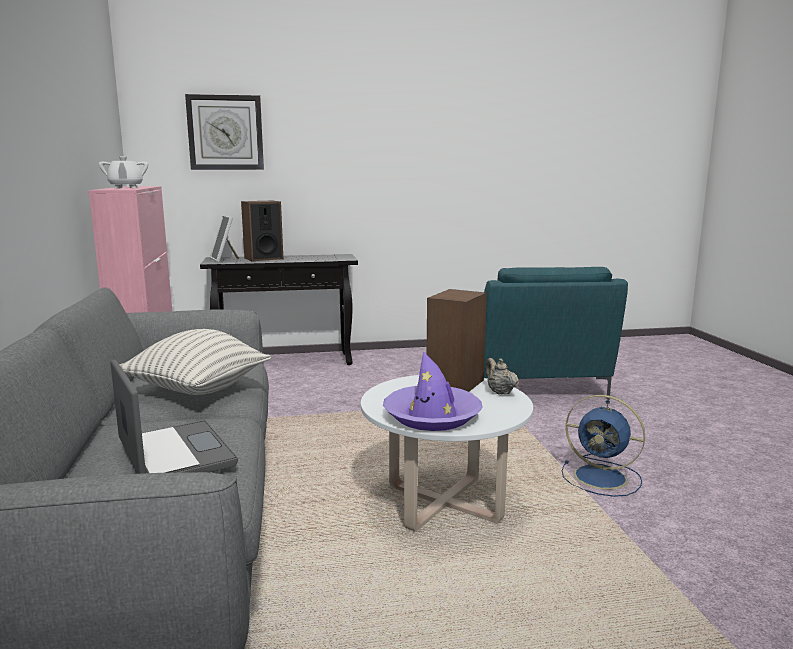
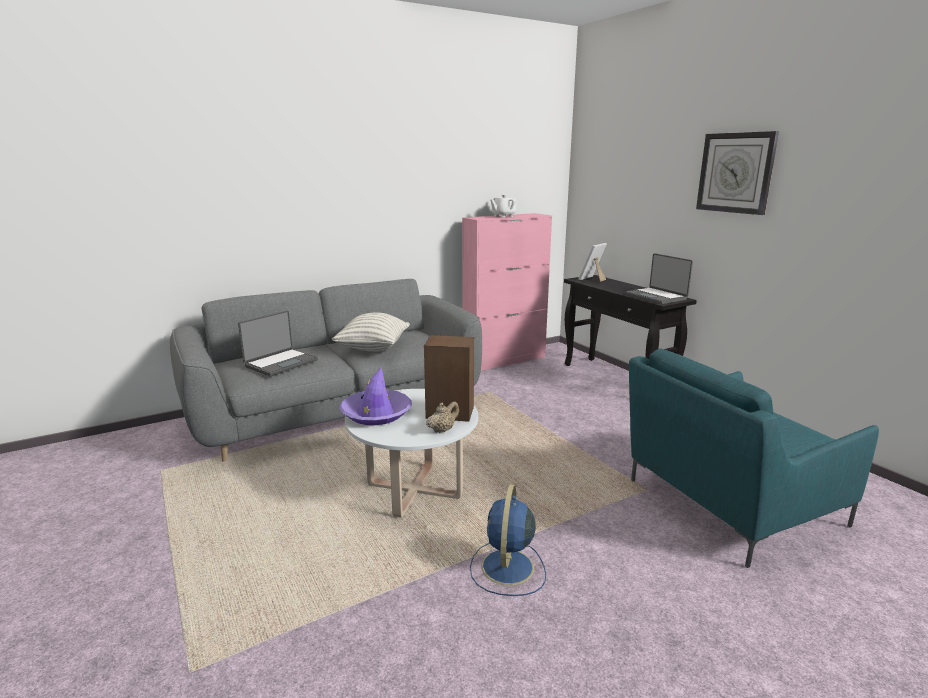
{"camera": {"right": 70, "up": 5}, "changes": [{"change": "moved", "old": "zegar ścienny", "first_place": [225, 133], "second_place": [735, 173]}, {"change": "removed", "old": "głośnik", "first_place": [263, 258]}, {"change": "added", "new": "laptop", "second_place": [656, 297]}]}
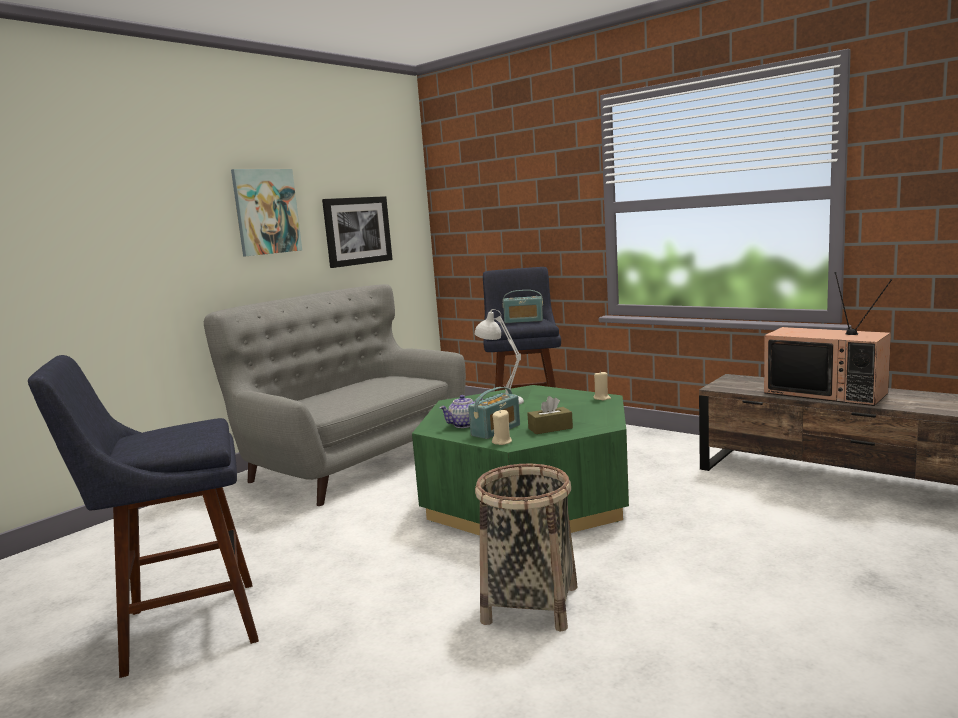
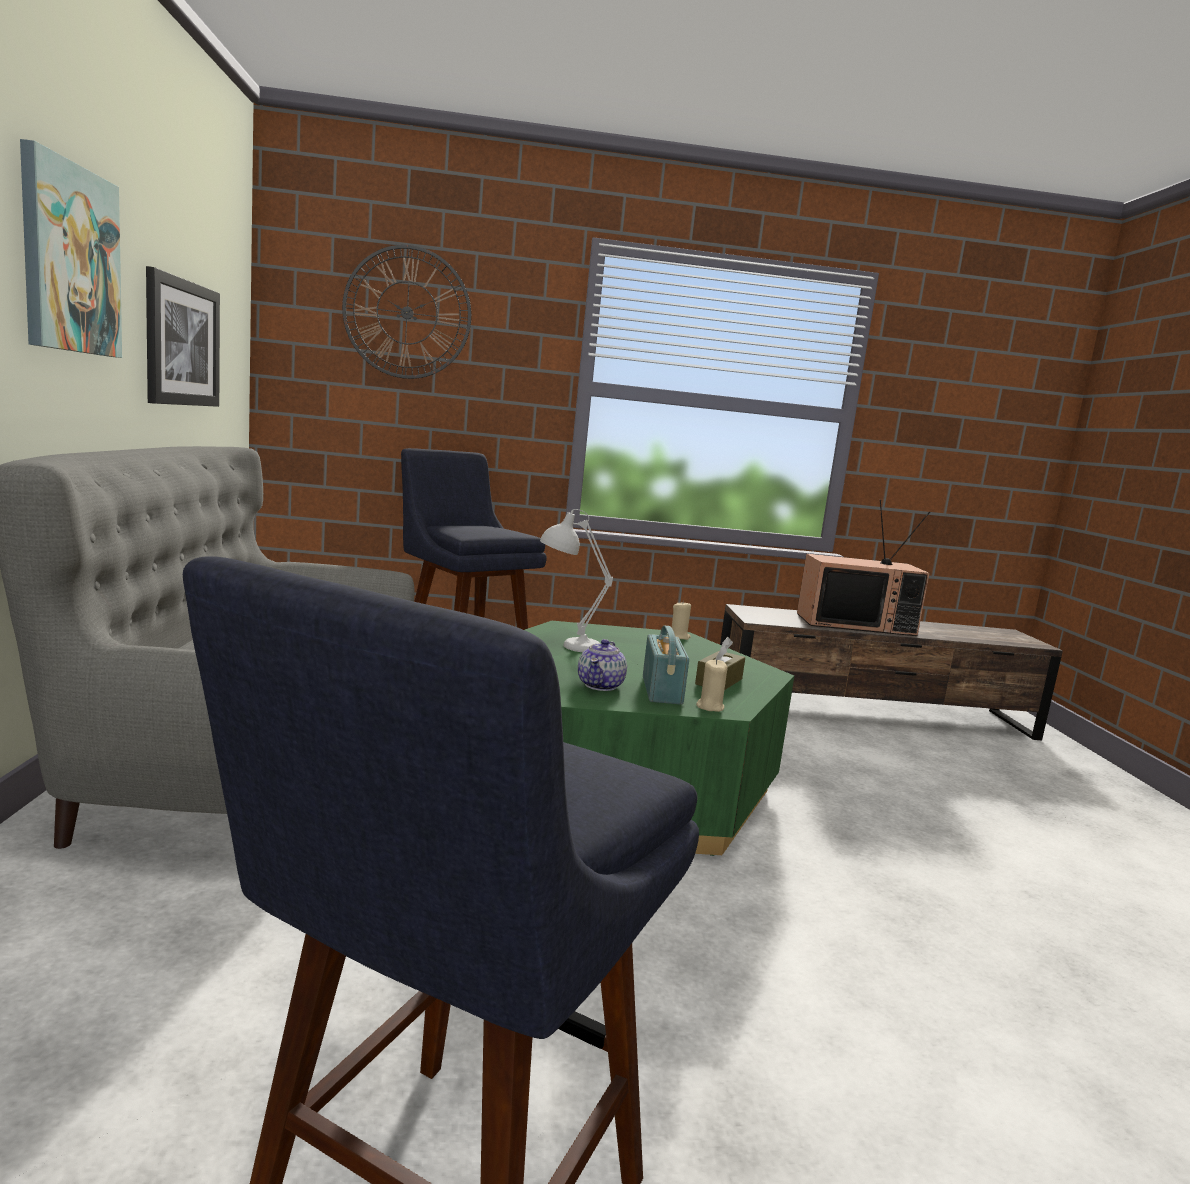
{"camera": {"right": -45, "up": 0}, "changes": [{"change": "removed", "old": "koszyk", "first_place": [530, 604]}, {"change": "removed", "old": "radio", "first_place": [523, 321]}, {"change": "added", "new": "zegar ścienny", "second_place": [407, 313]}]}
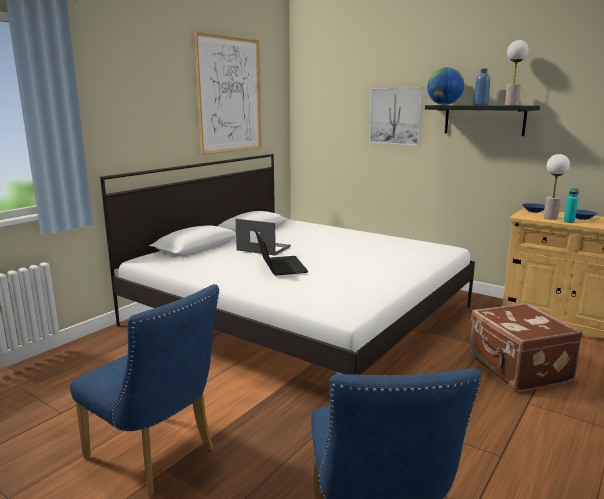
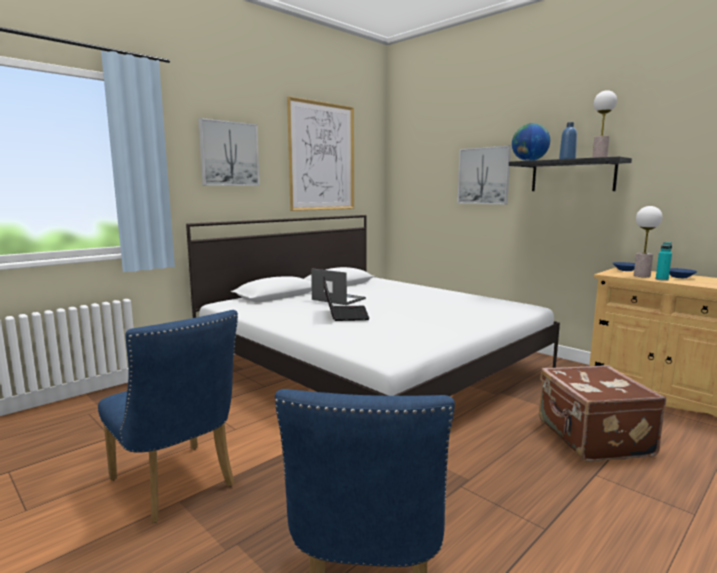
{"camera": {"right": 10, "up": -5}, "changes": [{"change": "added", "new": "obraz", "second_place": [229, 154]}]}
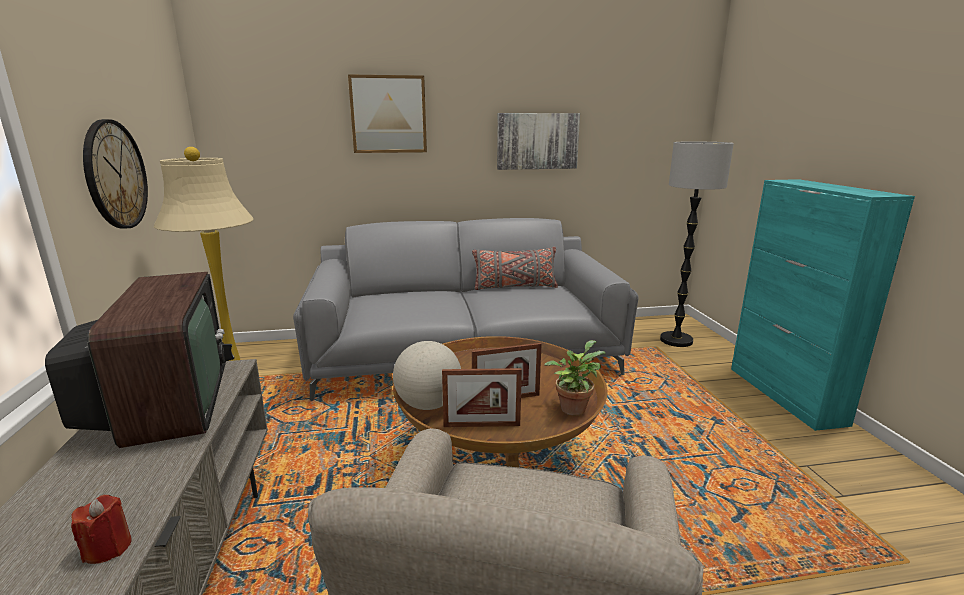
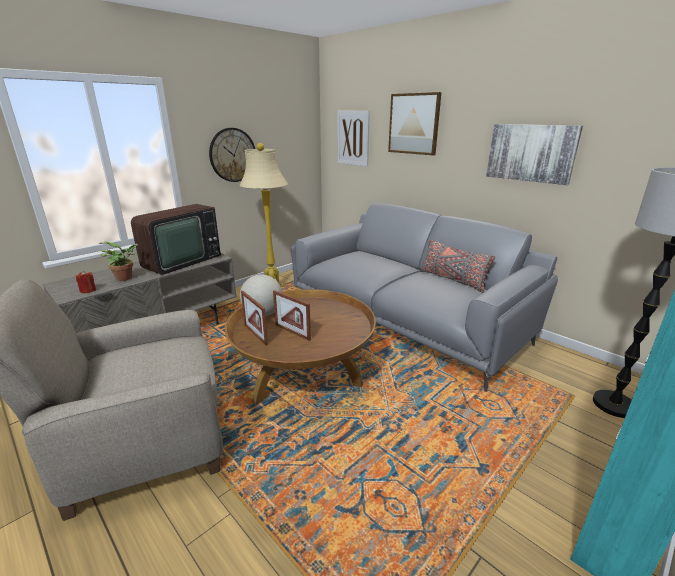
{"camera": {"right": 55, "up": 5}, "changes": [{"change": "moved", "old": "roślina doniczkowa", "first_place": [573, 407], "second_place": [126, 278]}, {"change": "added", "new": "obraz", "second_place": [353, 138]}]}
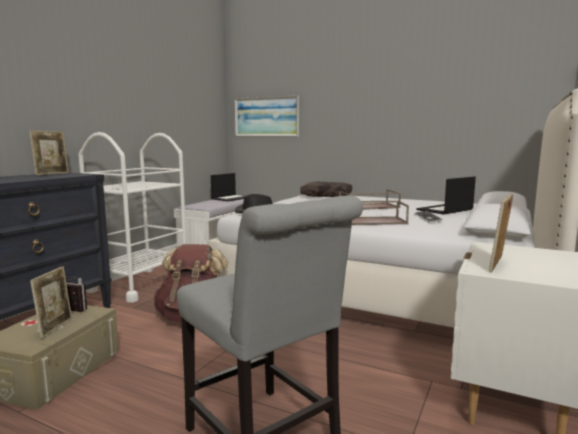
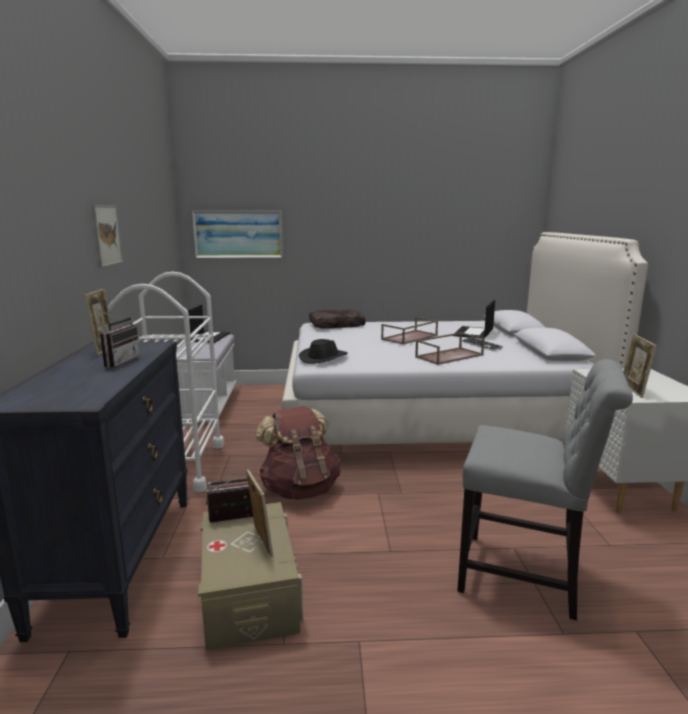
{"camera": {"right": -30, "up": 5}, "changes": [{"change": "added", "new": "obraz", "second_place": [106, 235]}, {"change": "added", "new": "radio", "second_place": [118, 361]}]}
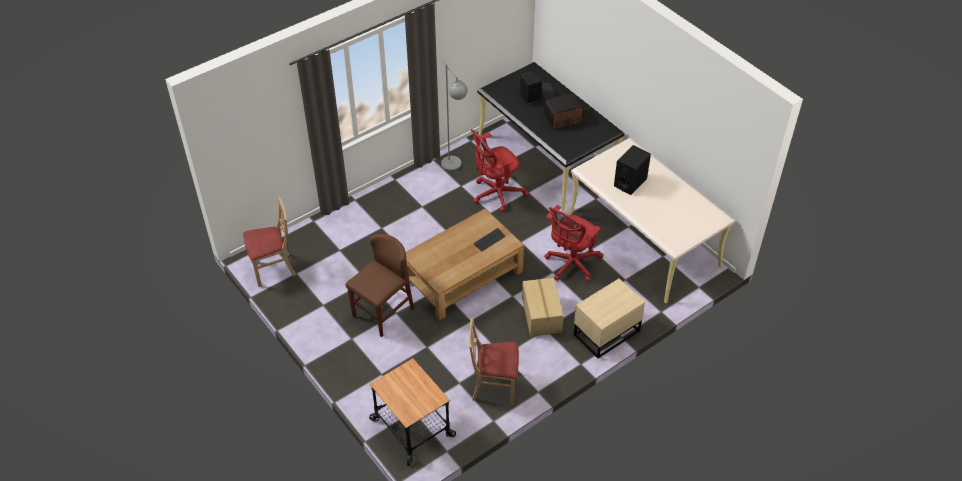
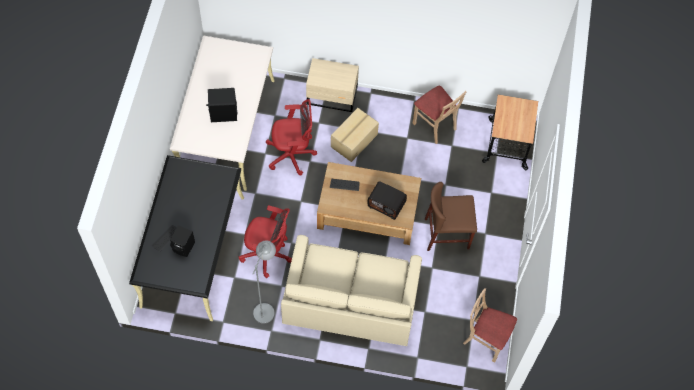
{"camera": {"right": -135, "up": 15}, "changes": [{"change": "moved", "old": "radio", "first_place": [563, 119], "second_place": [387, 204]}, {"change": "added", "new": "kanapa/beżowy", "second_place": [350, 300]}]}
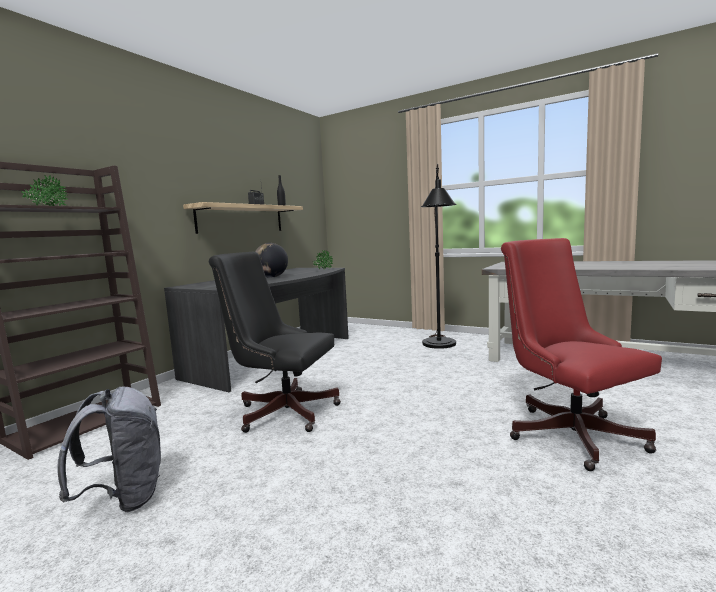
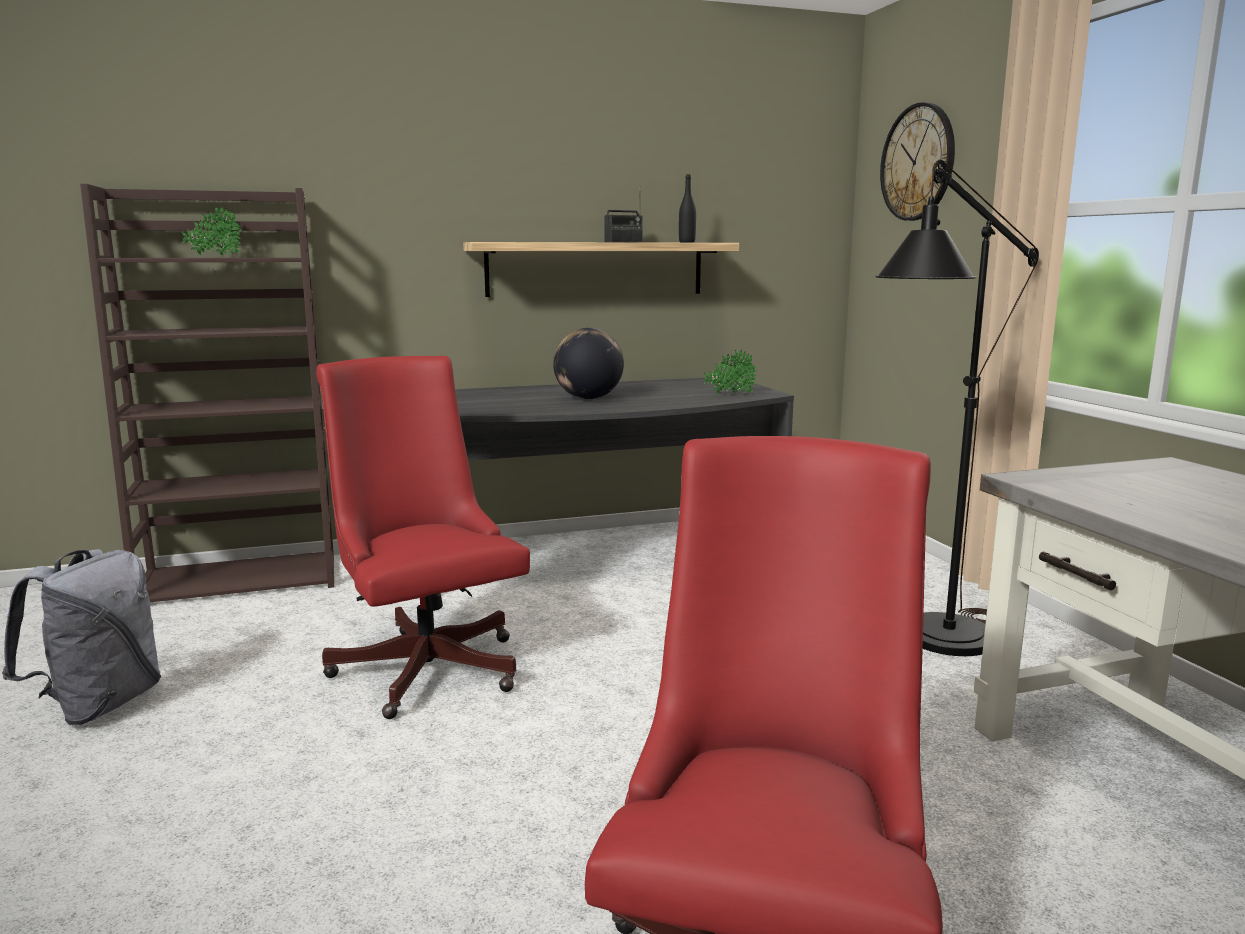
{"camera": {"right": 40, "up": 5}, "changes": [{"change": "recoloured", "old": "krzesło biurowe/czarny", "new": "krzesło biurowe/czerwony", "first_place": [282, 411], "second_place": [426, 664]}, {"change": "added", "new": "zegar ścienny", "second_place": [918, 162]}]}
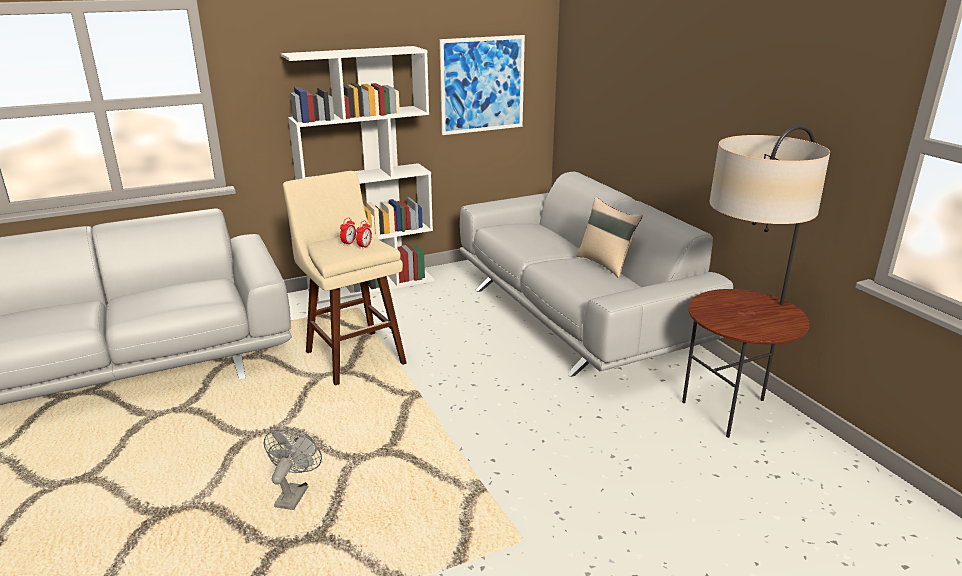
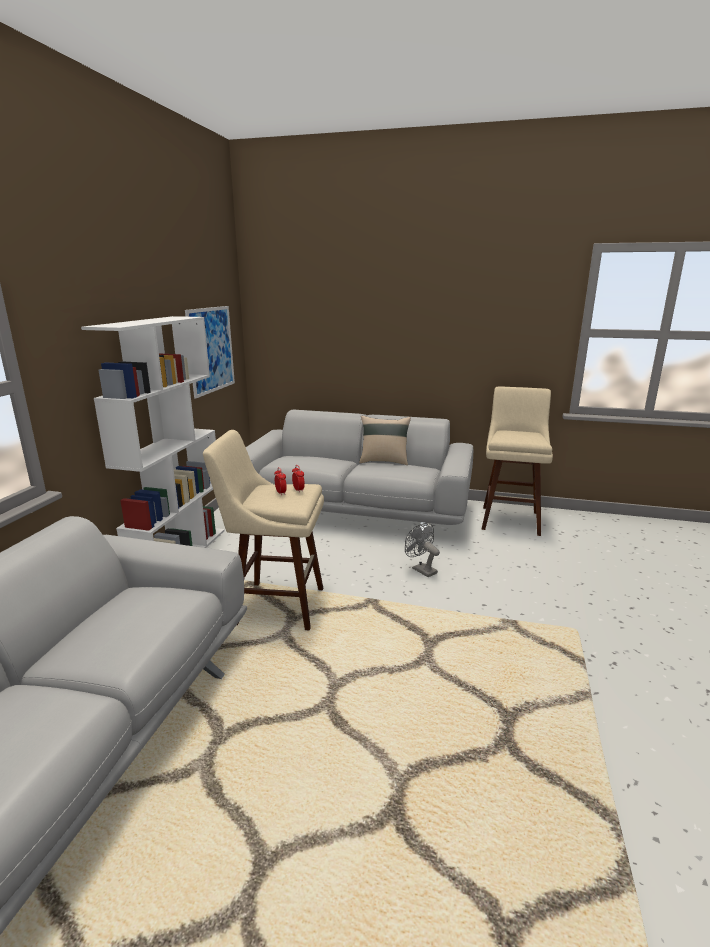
{"camera": {"right": -50, "up": -5}, "changes": [{"change": "moved", "old": "wentylator/szary", "first_place": [294, 493], "second_place": [421, 569]}, {"change": "replaced", "old": "lampa stojąca", "new": "stołek/beżowy", "first_place": [730, 410], "second_place": [510, 519]}]}
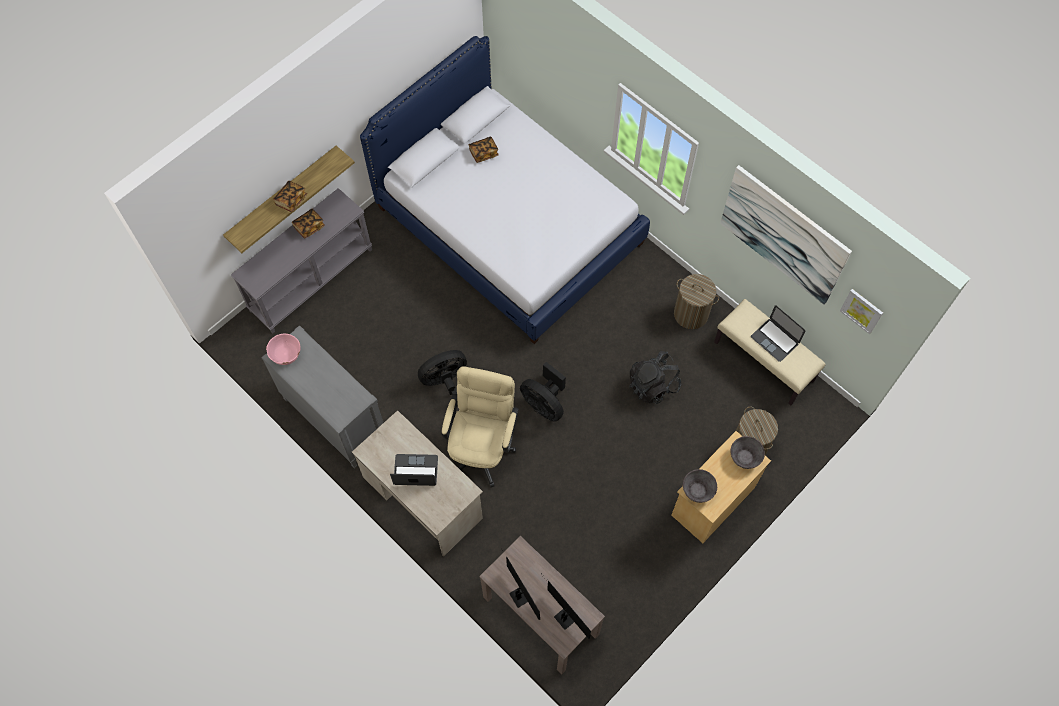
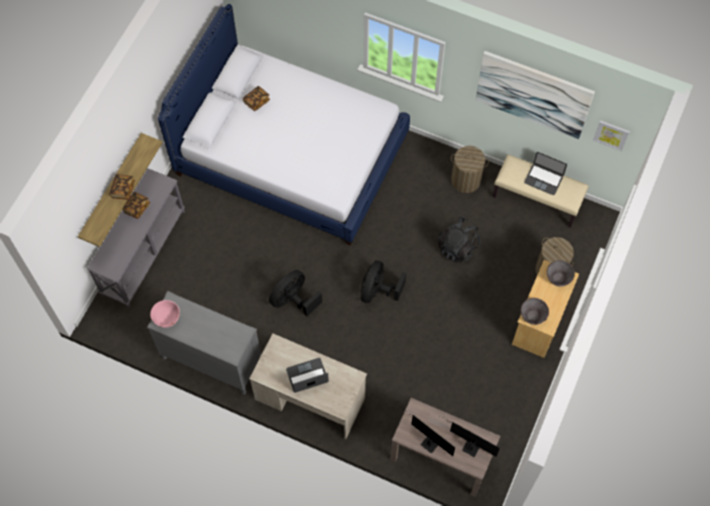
{"camera": {"right": -20, "up": 0}, "changes": [{"change": "removed", "old": "krzesło biurowe/beżowy", "first_place": [482, 446]}, {"change": "turned", "old": "wentylator/czarny", "first_place": [544, 404], "second_place": [378, 291], "degrees": 90}]}
